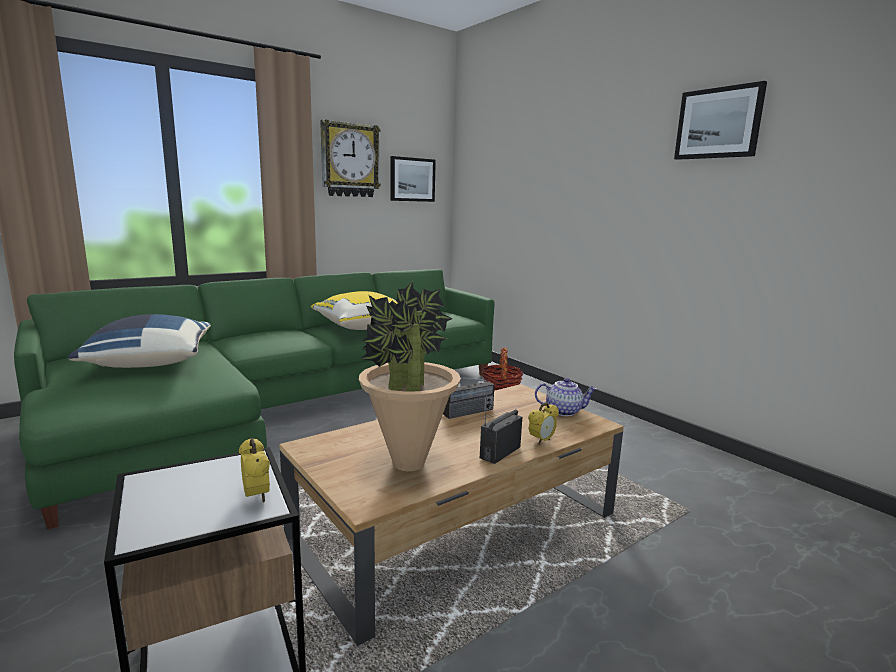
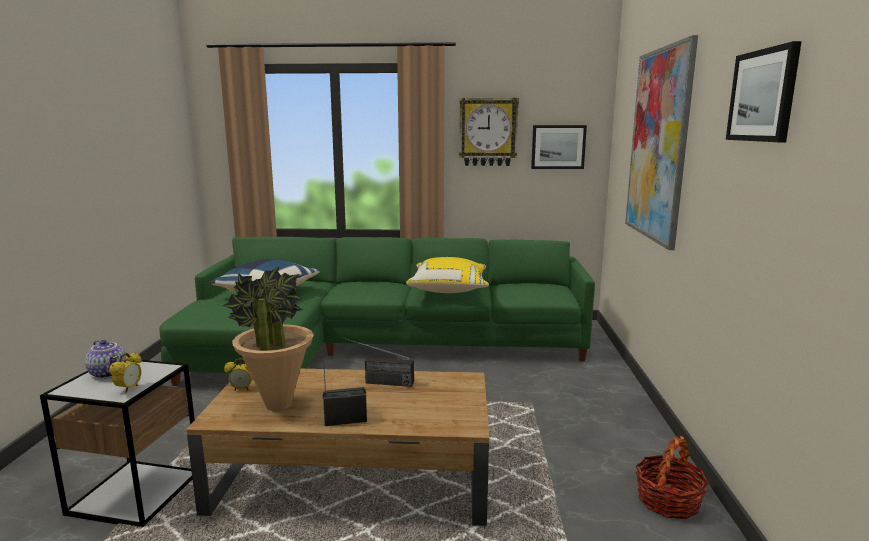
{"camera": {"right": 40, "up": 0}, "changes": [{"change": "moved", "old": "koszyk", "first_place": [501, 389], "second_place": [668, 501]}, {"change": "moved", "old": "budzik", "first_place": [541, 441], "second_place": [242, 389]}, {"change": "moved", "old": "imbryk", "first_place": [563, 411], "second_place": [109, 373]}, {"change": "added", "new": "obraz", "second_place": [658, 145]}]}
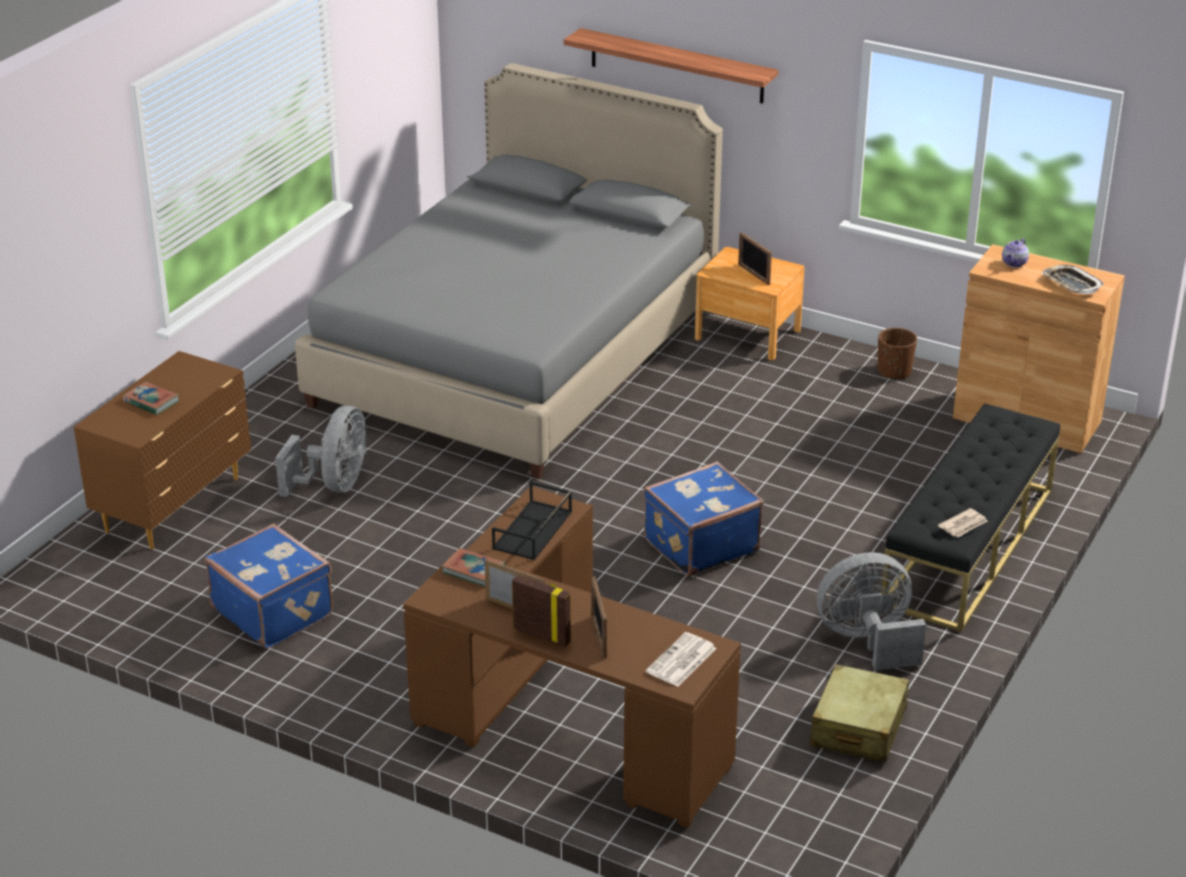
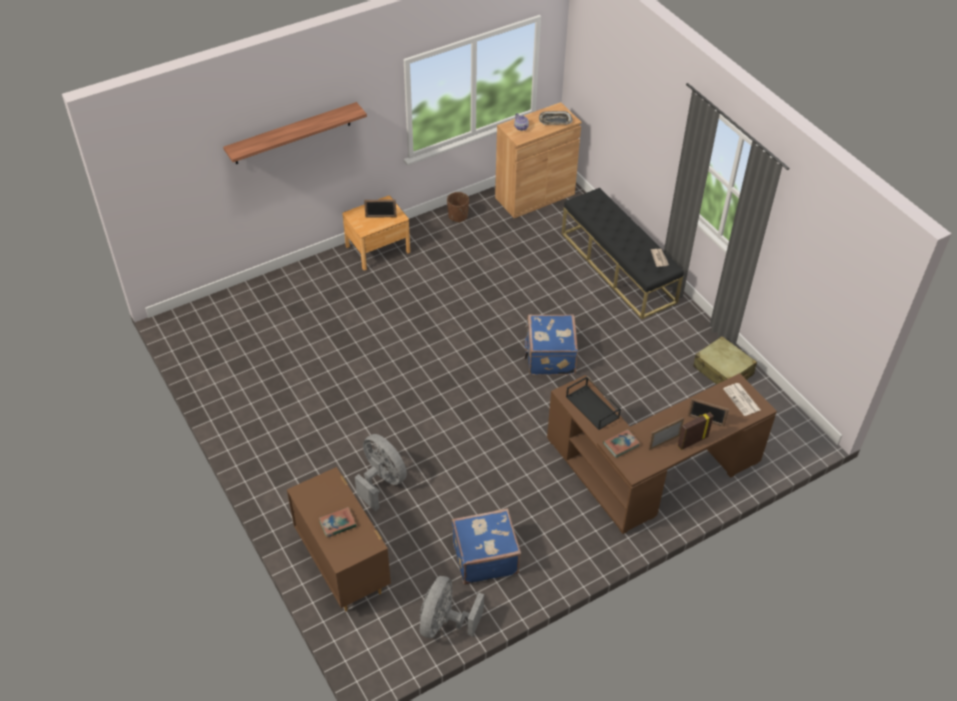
{"camera": {"right": -60, "up": 15}, "changes": [{"change": "removed", "old": "łóżko/szary", "first_place": [516, 355]}, {"change": "moved", "old": "wentylator/szary", "first_place": [868, 641], "second_place": [445, 622]}]}
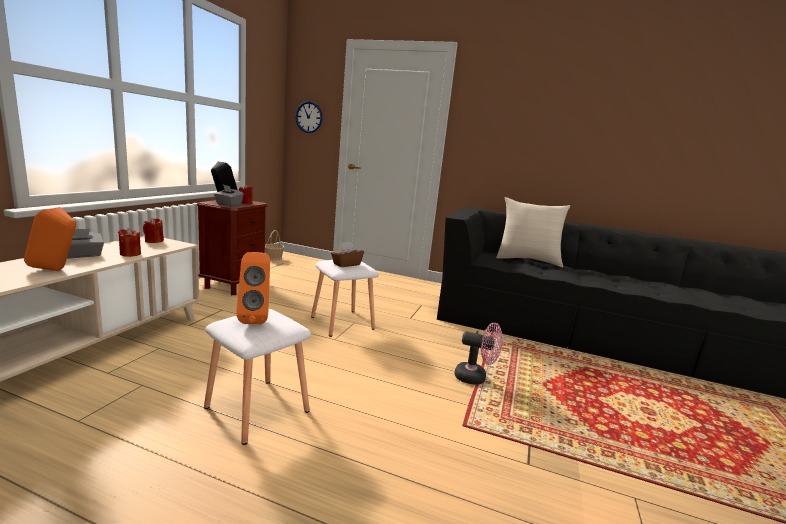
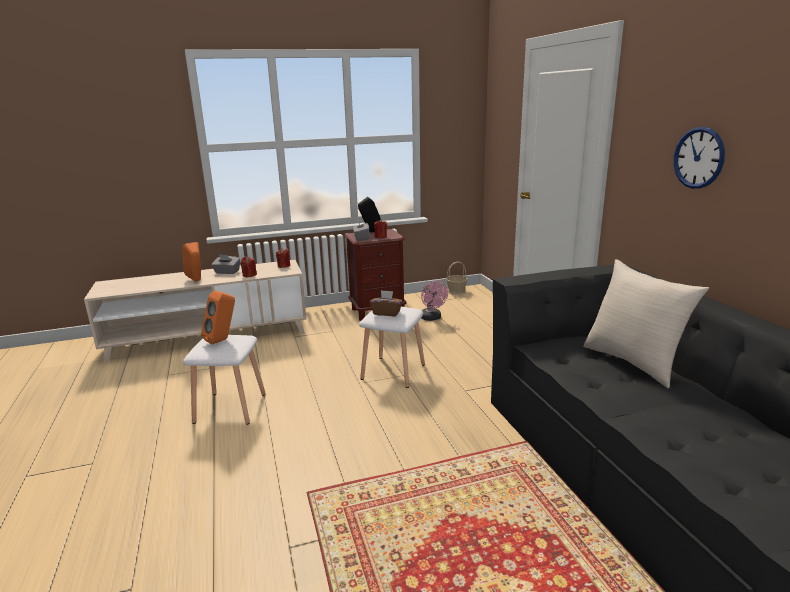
{"camera": {"right": 55, "up": 5}, "changes": [{"change": "moved", "old": "zegar ścienny", "first_place": [309, 117], "second_place": [698, 158]}, {"change": "moved", "old": "wentylator/różowy", "first_place": [475, 378], "second_place": [432, 318]}]}
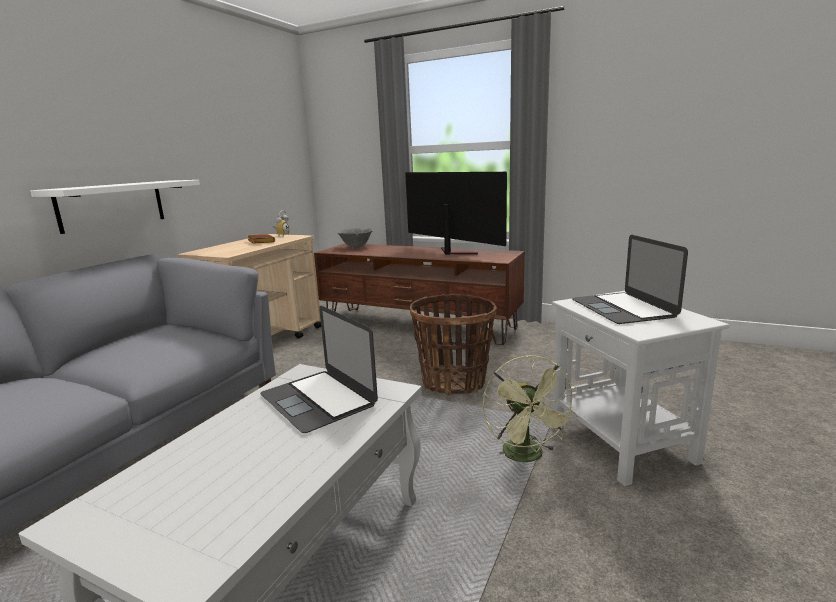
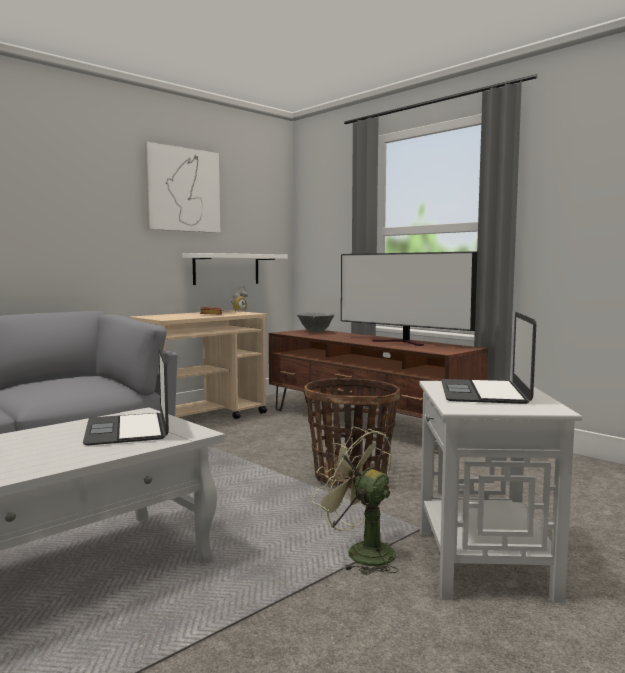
{"camera": {"right": 20, "up": -10}, "changes": [{"change": "moved", "old": "półka/biały", "first_place": [112, 205], "second_place": [226, 269]}, {"change": "turned", "old": "telewizor", "first_place": [451, 252], "second_place": [403, 343], "degrees": 150}, {"change": "turned", "old": "wentylator/zielony", "first_place": [527, 457], "second_place": [360, 552], "degrees": 120}, {"change": "added", "new": "obraz", "second_place": [183, 190]}]}
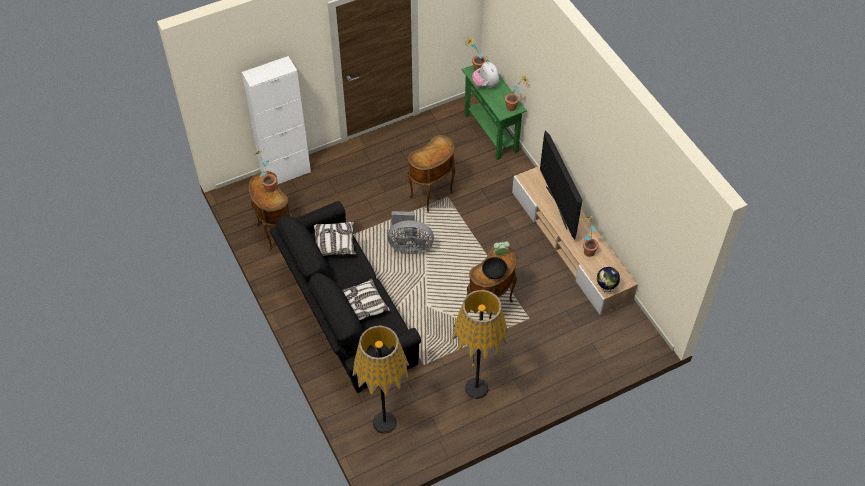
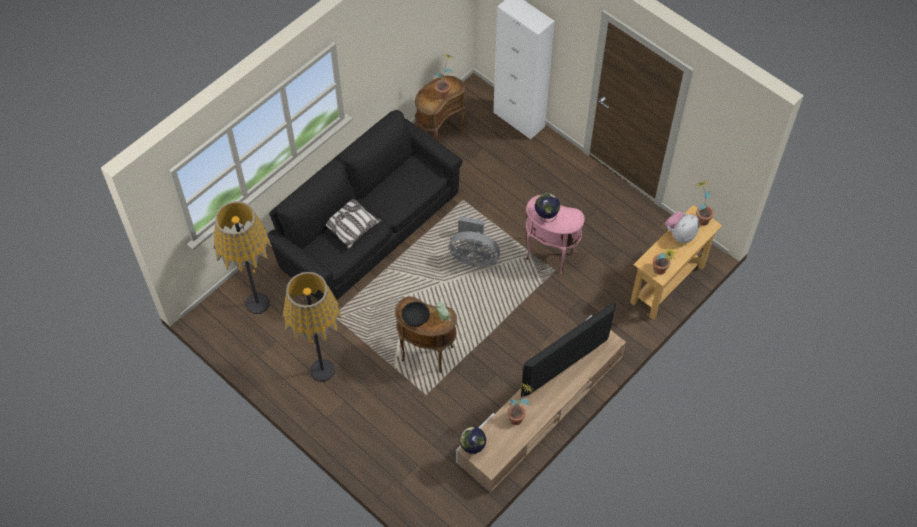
{"camera": {"right": 70, "up": 5}, "changes": [{"change": "removed", "old": "poduszka", "first_place": [334, 244]}, {"change": "turned", "old": "wentylator/szary", "first_place": [409, 246], "second_place": [473, 256], "degrees": -60}, {"change": "recoloured", "old": "stolik/brązowy", "new": "stolik/różowy", "first_place": [433, 196], "second_place": [549, 256]}, {"change": "recoloured", "old": "stolik konsolowy/zielony", "new": "stolik konsolowy/beżowy", "first_place": [491, 132], "second_place": [667, 284]}, {"change": "added", "new": "globus", "second_place": [546, 216]}]}
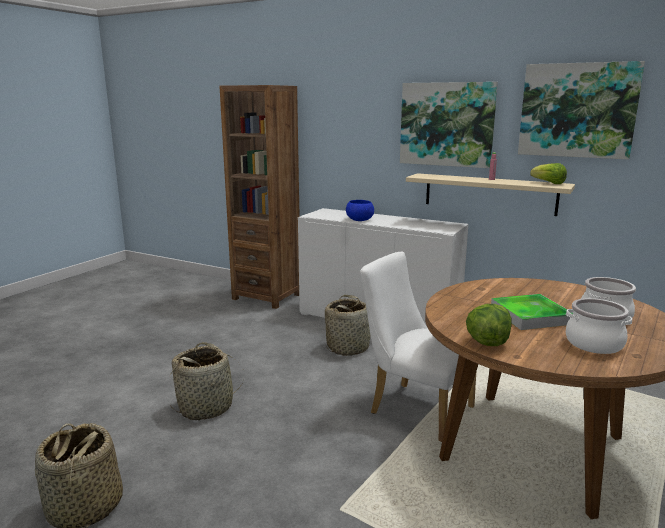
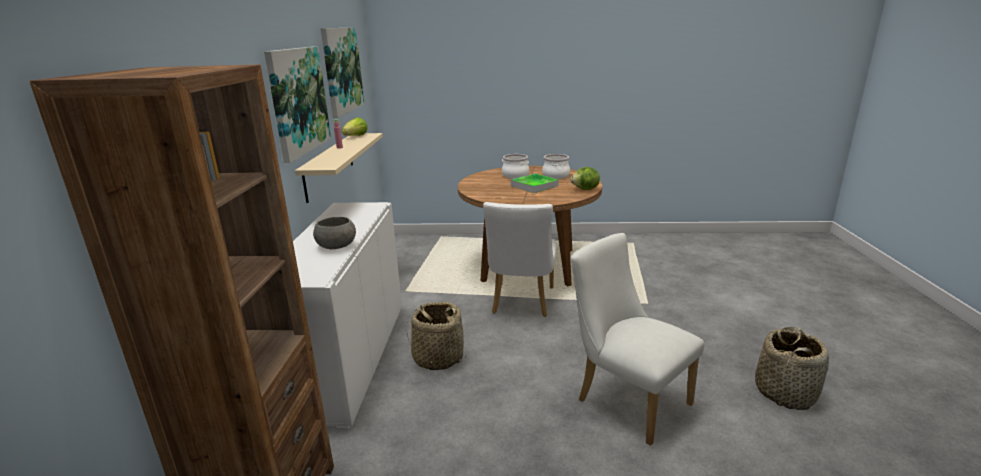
{"camera": {"right": -115, "up": 5}, "changes": [{"change": "replaced", "old": "koszyk", "new": "krzesło/biały", "first_place": [206, 407], "second_place": [626, 399]}, {"change": "recoloured", "old": "miska/niebieski", "new": "miska/szary", "first_place": [360, 220], "second_place": [337, 245]}]}
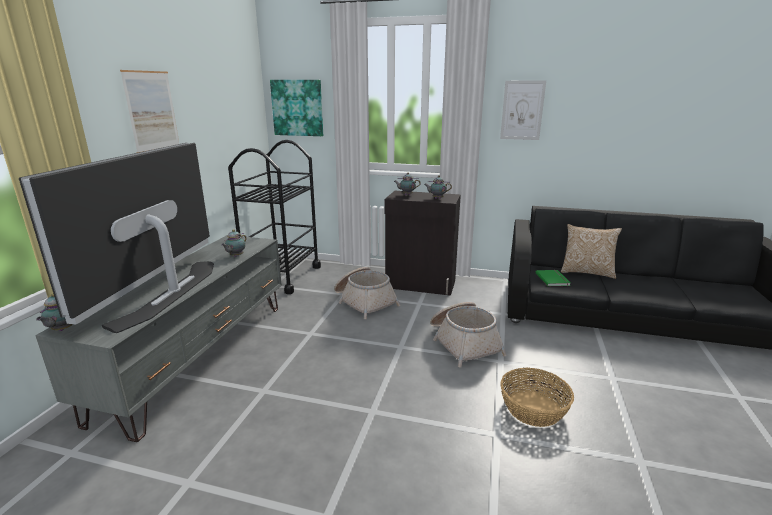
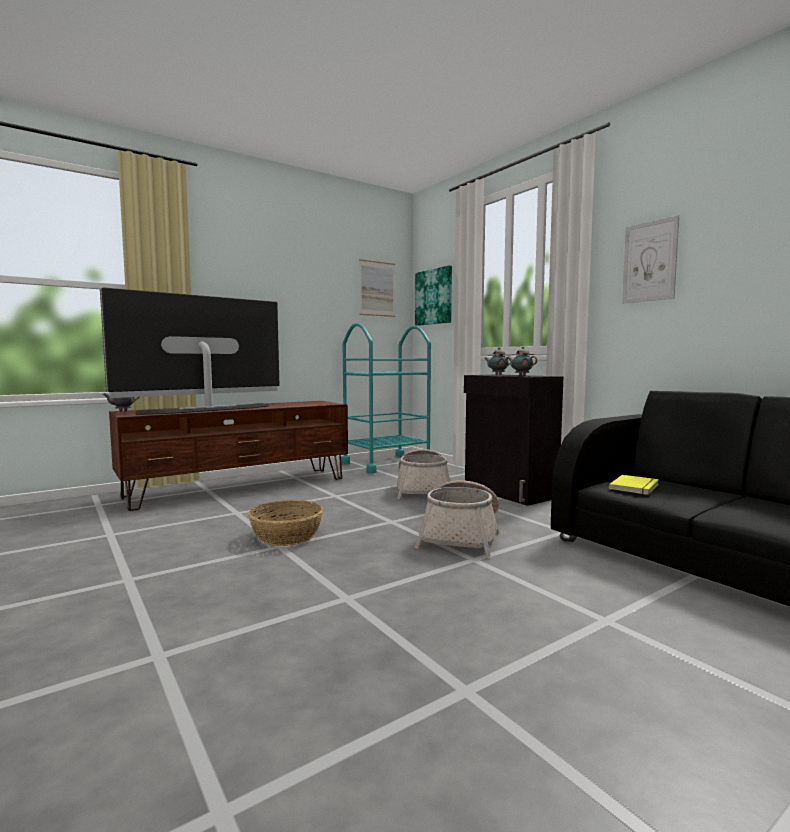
{"camera": {"right": 40, "up": -15}, "changes": [{"change": "recoloured", "old": "szafka pod telewizor/szary", "new": "szafka pod telewizor/brązowy", "first_place": [200, 355], "second_place": [240, 487]}, {"change": "moved", "old": "obraz", "first_place": [152, 111], "second_place": [377, 289]}, {"change": "removed", "old": "imbryk", "first_place": [235, 256]}, {"change": "recoloured", "old": "wózek/czarny", "new": "wózek/turkusowy", "first_place": [282, 276], "second_place": [386, 464]}, {"change": "moved", "old": "koszyk", "first_place": [533, 408], "second_place": [287, 536]}, {"change": "recoloured", "old": "książka/zielony", "new": "książka/żółty", "first_place": [553, 279], "second_place": [636, 487]}, {"change": "removed", "old": "poduszka", "first_place": [586, 272]}]}
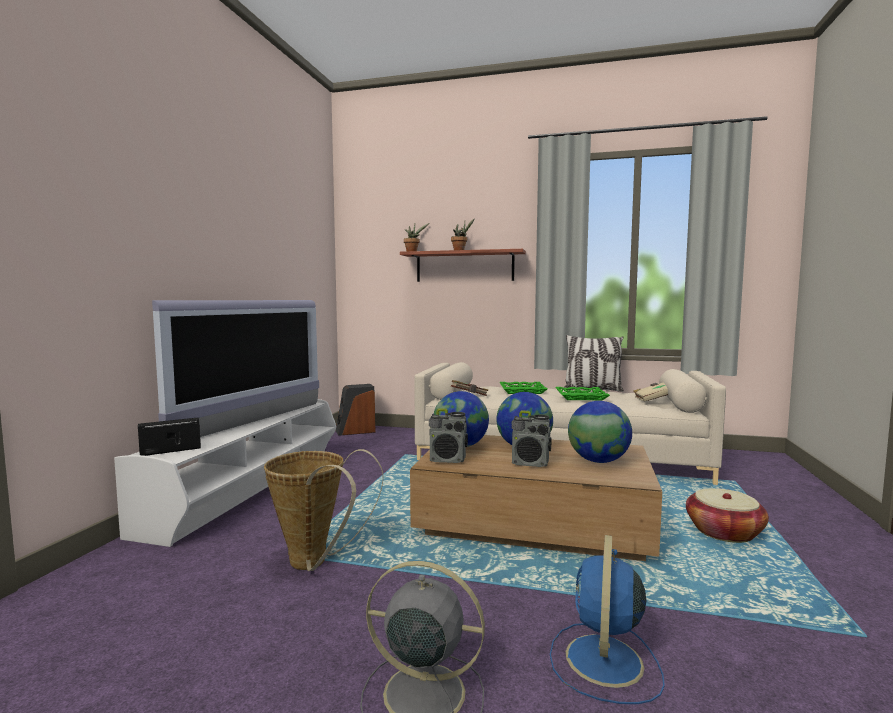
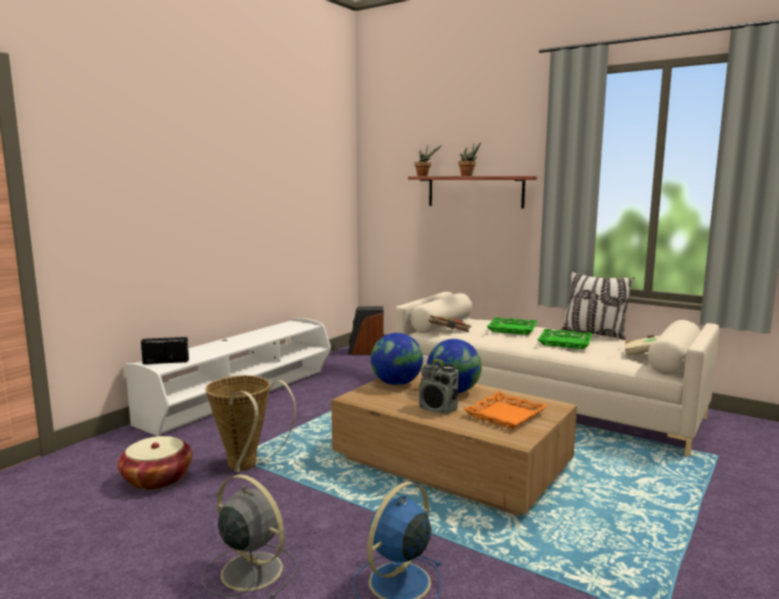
{"camera": {"right": 20, "up": 5}, "changes": [{"change": "removed", "old": "telewizor", "first_place": [253, 422]}, {"change": "removed", "old": "radio", "first_place": [448, 460]}, {"change": "replaced", "old": "globus", "new": "taca/pomarańczowy", "first_place": [598, 461], "second_place": [506, 415]}, {"change": "moved", "old": "koszyk", "first_place": [724, 532], "second_place": [157, 479]}]}
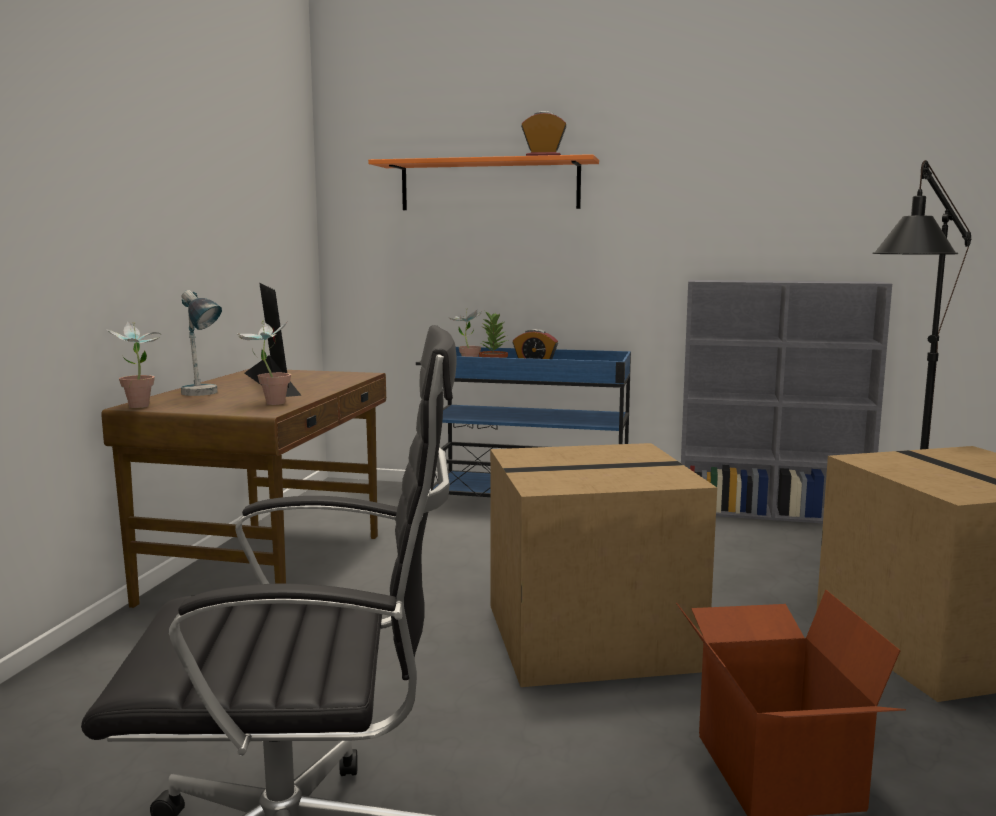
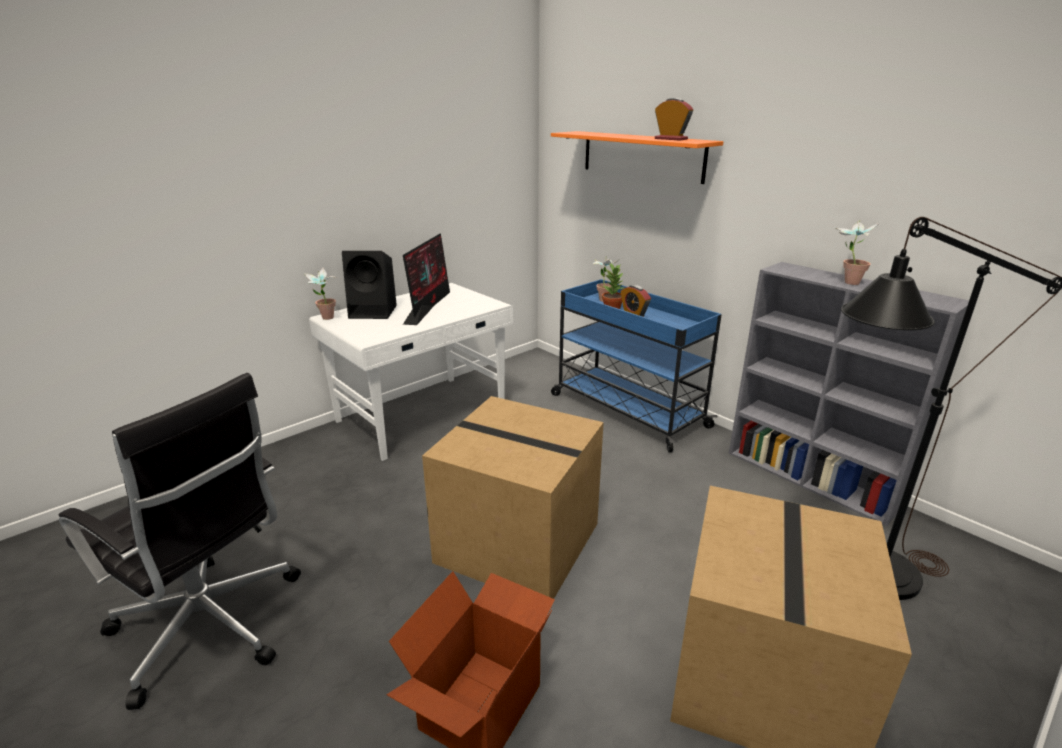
{"camera": {"right": 35, "up": 15}, "changes": [{"change": "recoloured", "old": "biurko/brązowy", "new": "biurko/biały", "first_place": [270, 567], "second_place": [423, 415]}, {"change": "replaced", "old": "lampa stołowa", "new": "głośnik/czarny", "first_place": [203, 395], "second_place": [374, 312]}, {"change": "moved", "old": "roślina doniczkowa", "first_place": [268, 403], "second_place": [846, 282]}]}
